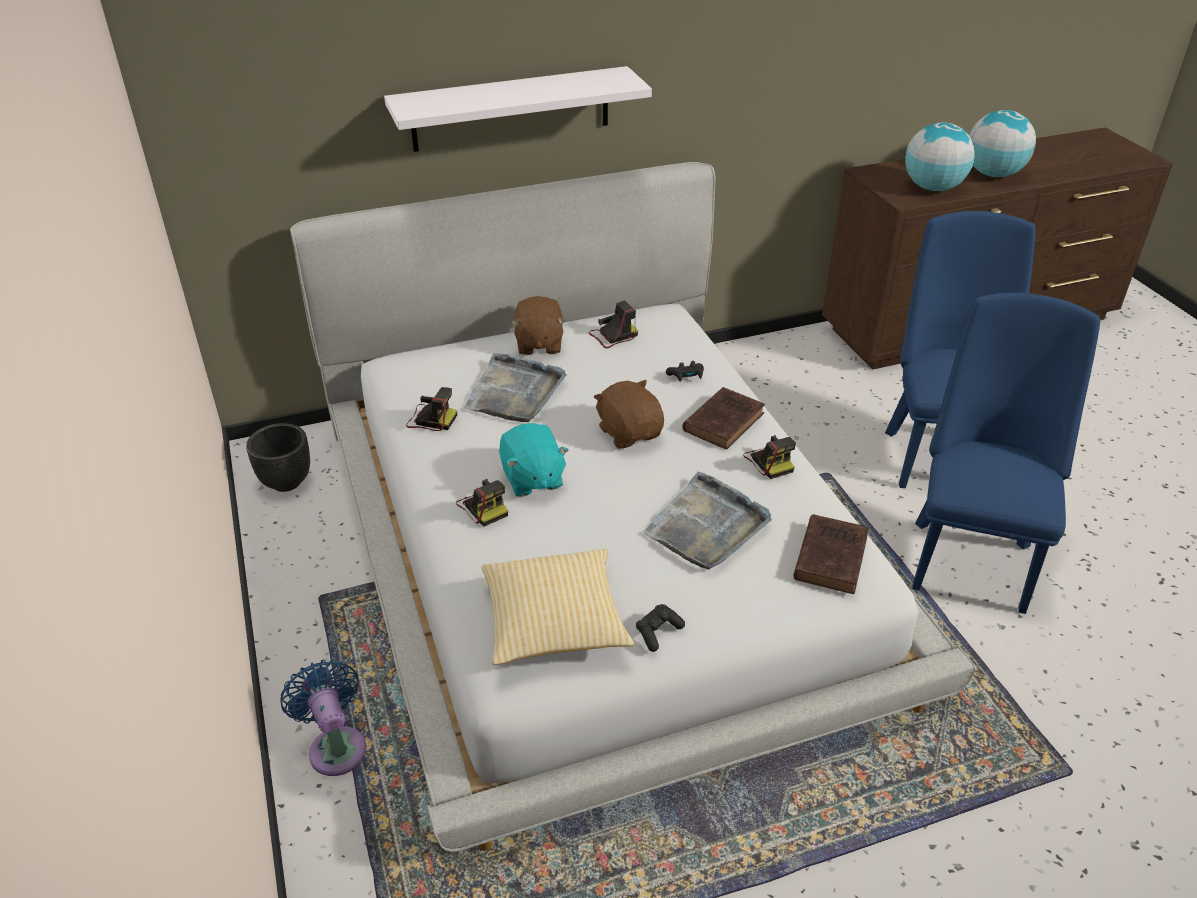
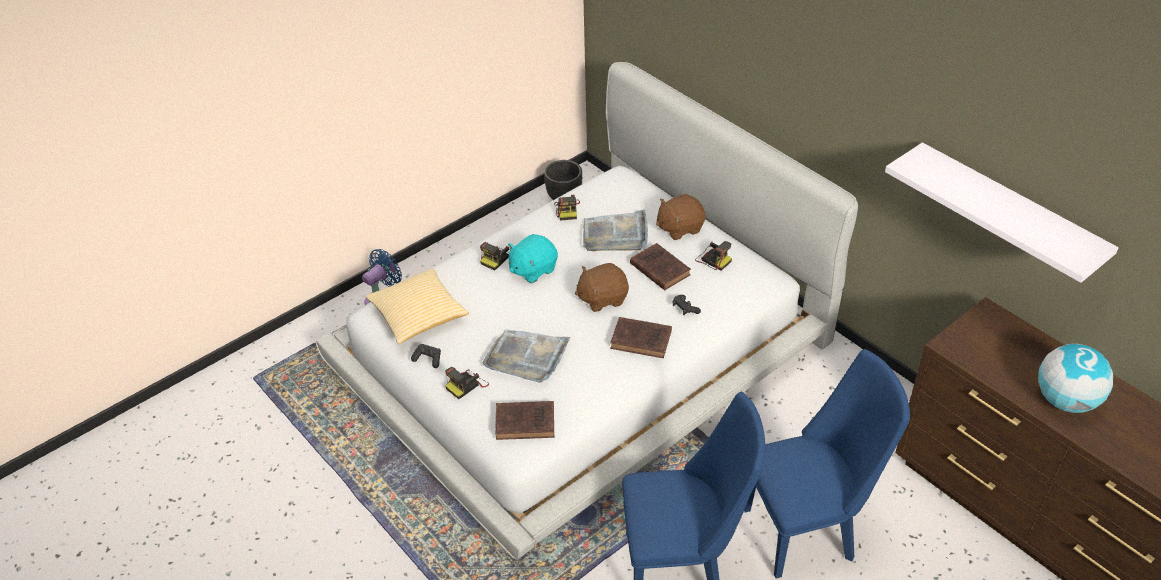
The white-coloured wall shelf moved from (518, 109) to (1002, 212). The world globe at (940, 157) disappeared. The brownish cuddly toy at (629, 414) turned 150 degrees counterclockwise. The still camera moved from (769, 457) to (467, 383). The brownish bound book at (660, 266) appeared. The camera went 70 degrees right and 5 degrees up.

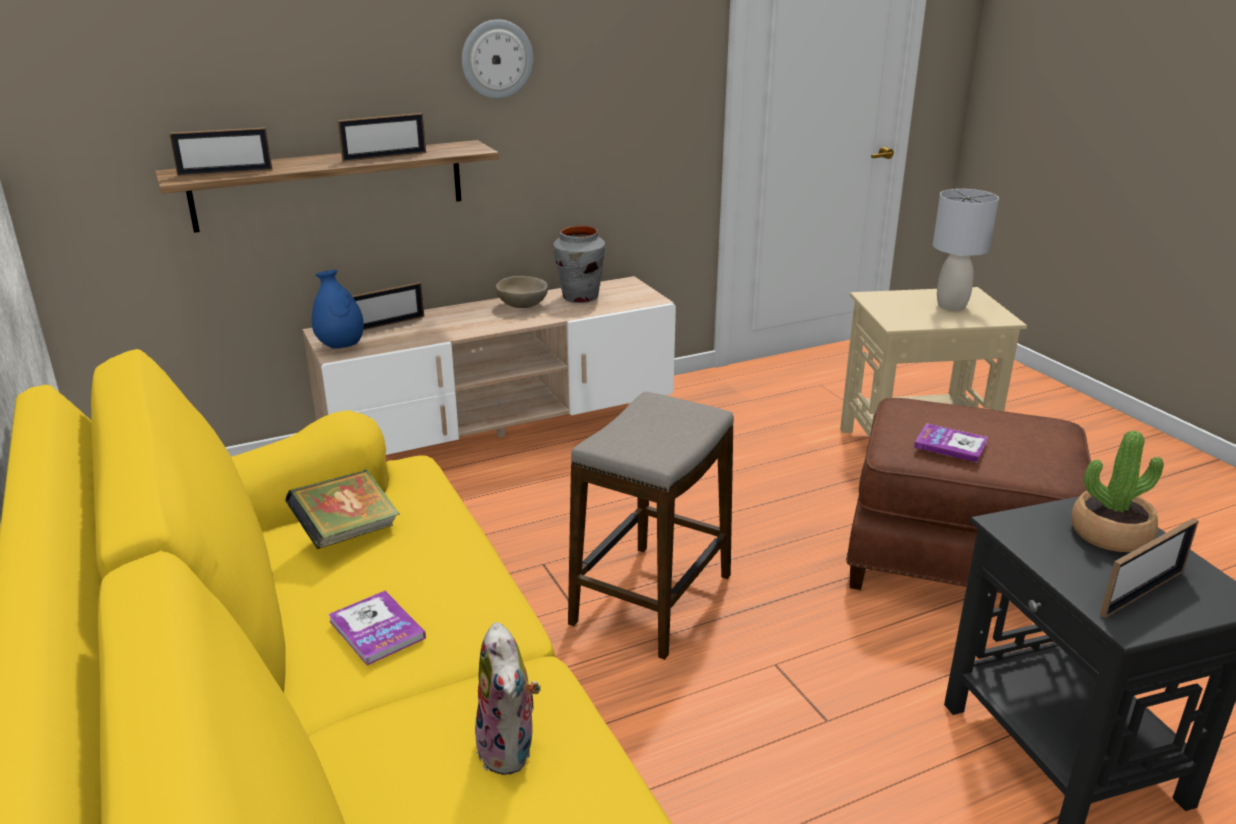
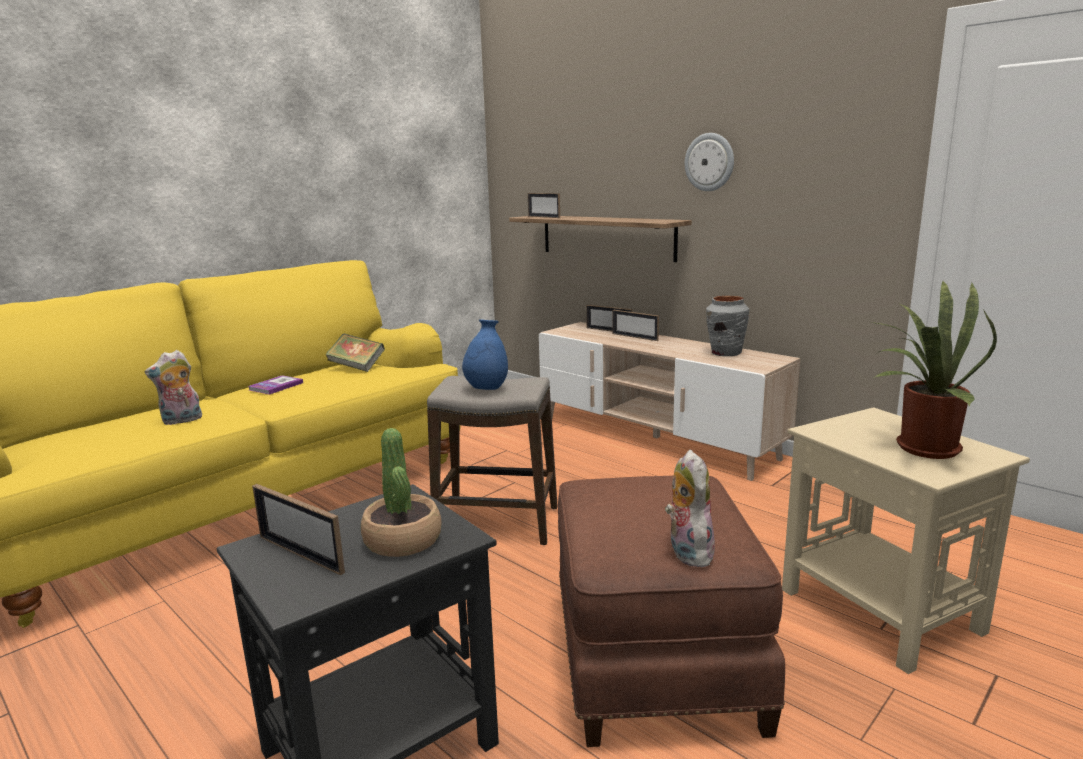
The photo frame moved from (381, 137) to (635, 325). The greyish lamp for a table at (966, 250) was replaced by the potted plant at (934, 369). The blue flower vase moved from (338, 309) to (485, 355). The sand-coloured deep dish at (522, 292) disappeared. The bound book at (951, 443) disappeared. The cuddly toy at (691, 508) appeared. The camera went 70 degrees right and 10 degrees down.

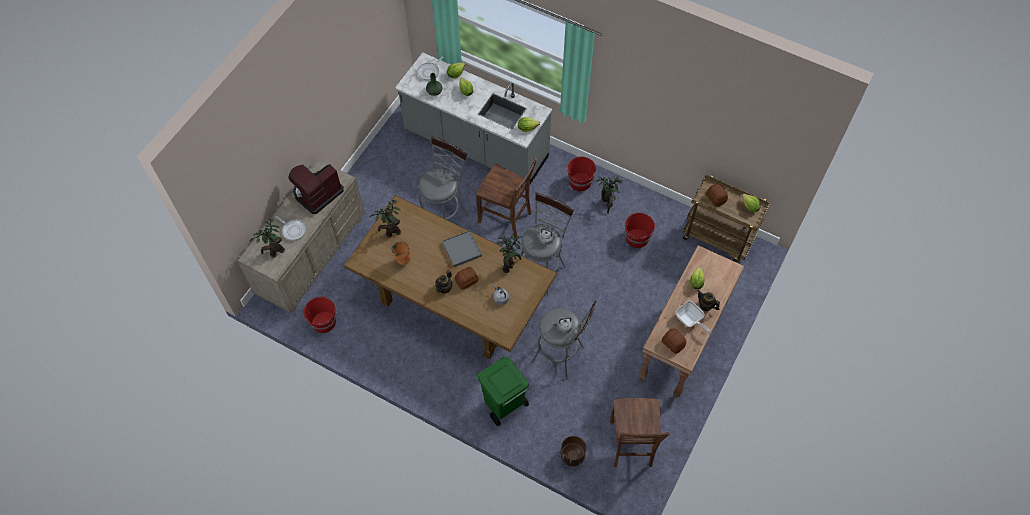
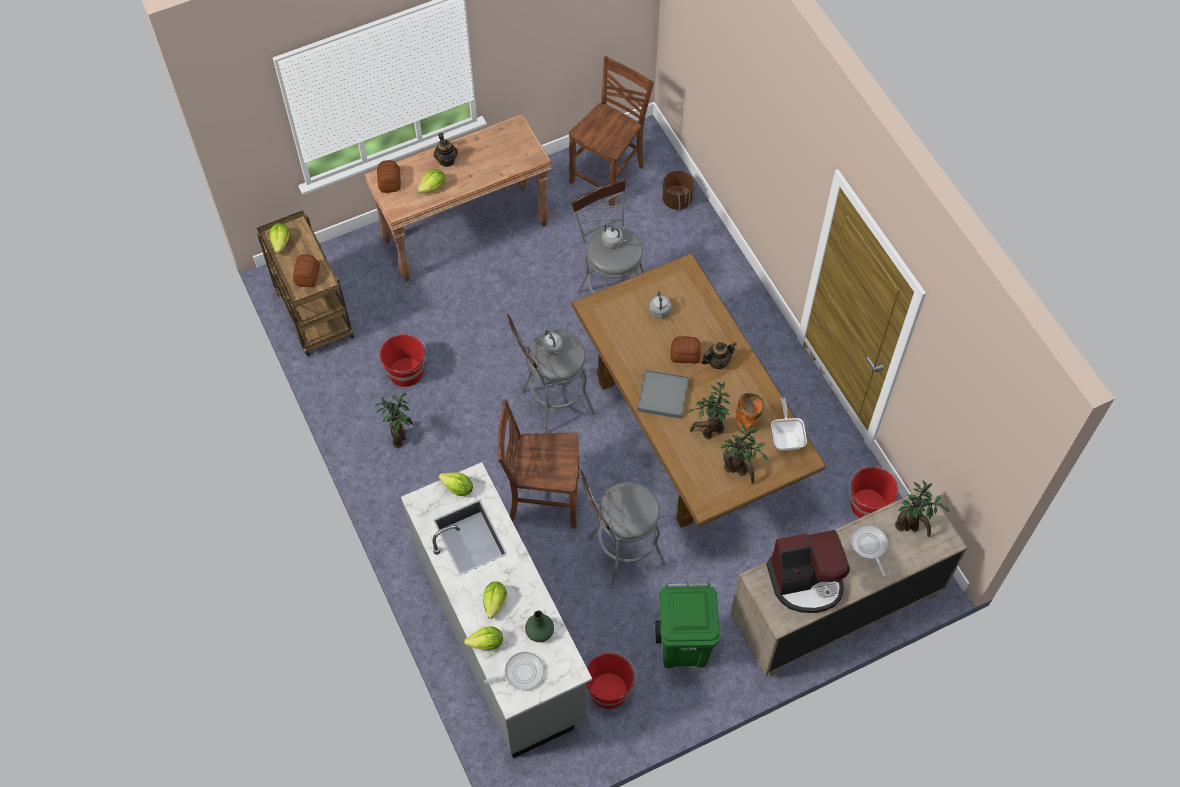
The red-coloured water bucket moved from (581, 173) to (611, 680). The brownish upright chair at (506, 198) turned 60 degrees counterclockwise. The potted plant moved from (509, 253) to (708, 410). The frying pan moved from (693, 318) to (789, 424). The bakery bread moved from (674, 341) to (389, 176). The green waste bin moved from (503, 391) to (687, 625). The camera went 145 degrees left and 0 degrees up.

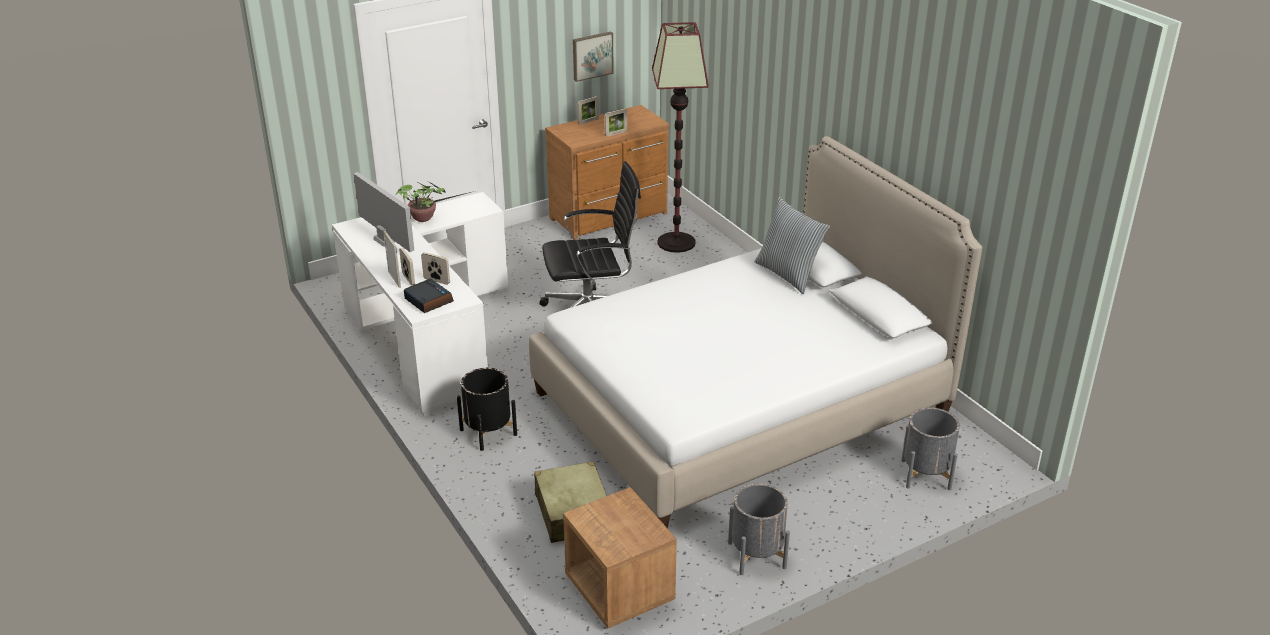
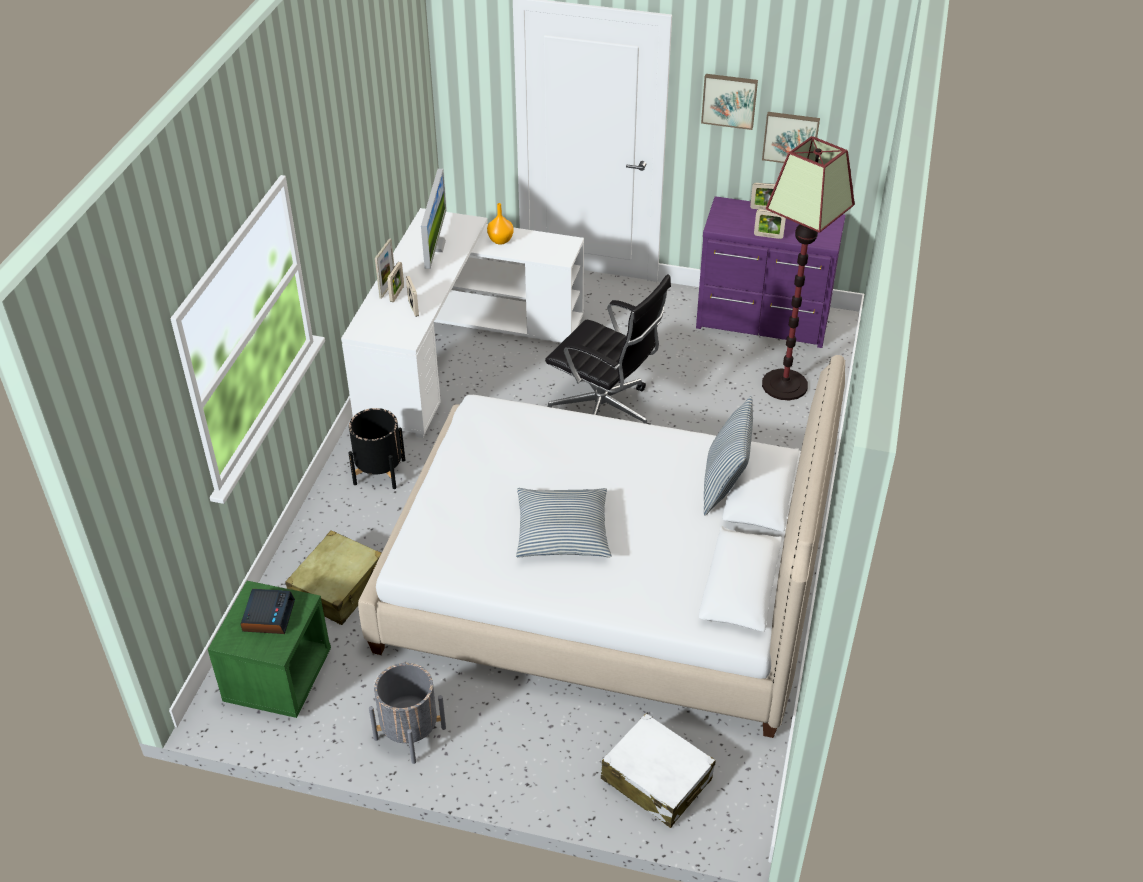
The brownish drawer chest at (607, 172) became the purplish drawer chest at (771, 272). The potted plant at (433, 201) was replaced by the orangey flower vase at (500, 224). The alarm clock moved from (429, 295) to (267, 611). The greyish flower pot at (930, 449) was replaced by the white-coloured suitcase at (658, 770). The brownish night table at (620, 557) became the green night table at (269, 649). The wall picture at (729, 102) appeared. The cushion at (564, 523) appeared. The camera went 45 degrees right and 10 degrees up.

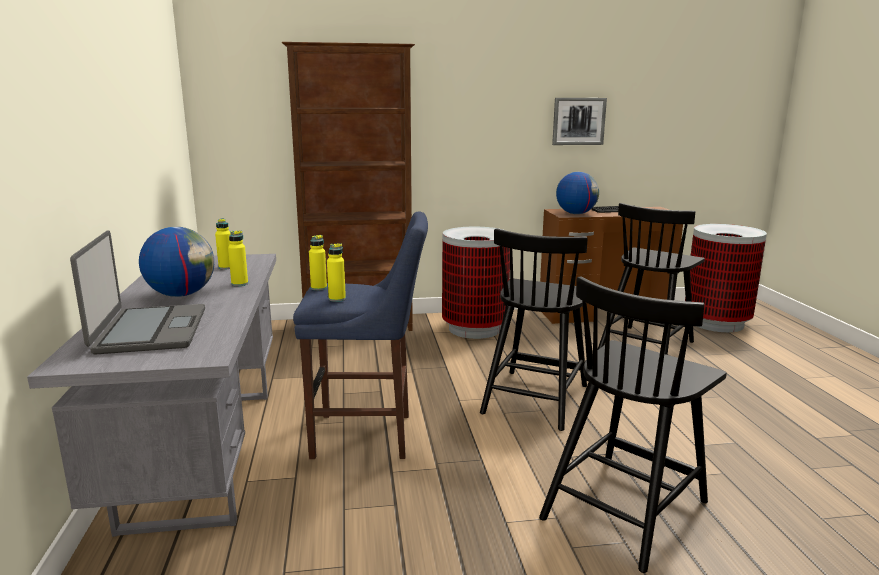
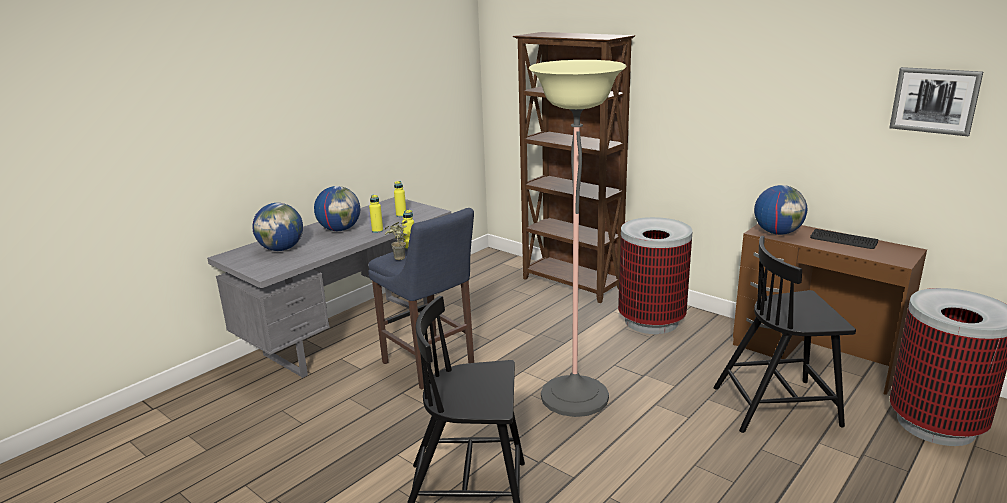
The wall picture moved from (579, 121) to (936, 101). The blackish upright chair at (534, 329) was replaced by the standard lamp at (577, 238). The portable computer at (137, 292) was replaced by the world globe at (277, 227). The yellow bottle at (336, 272) was replaced by the potted plant at (396, 240). The camera went 50 degrees right and 5 degrees up.

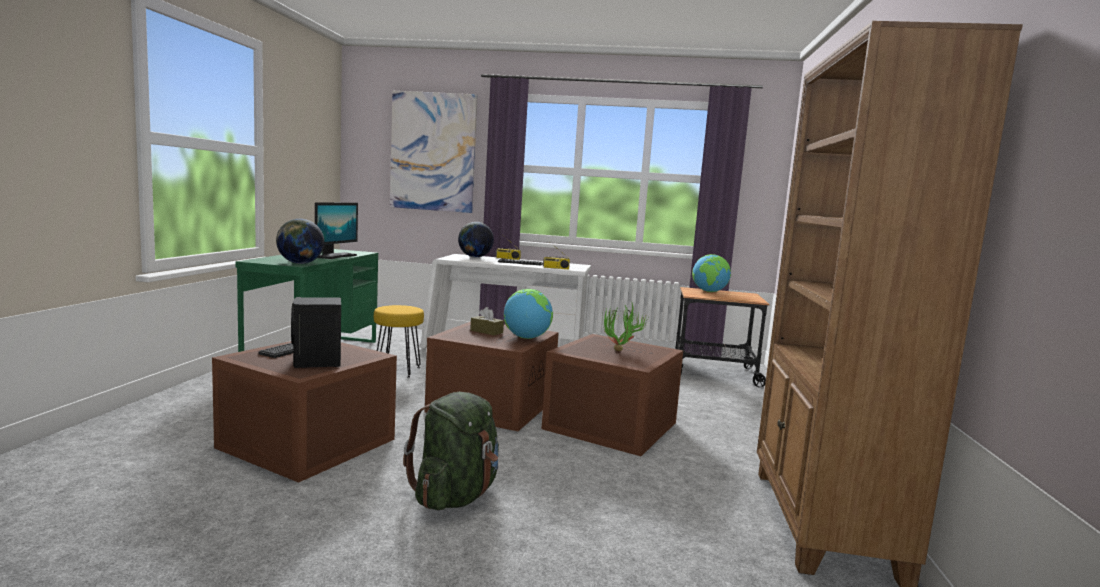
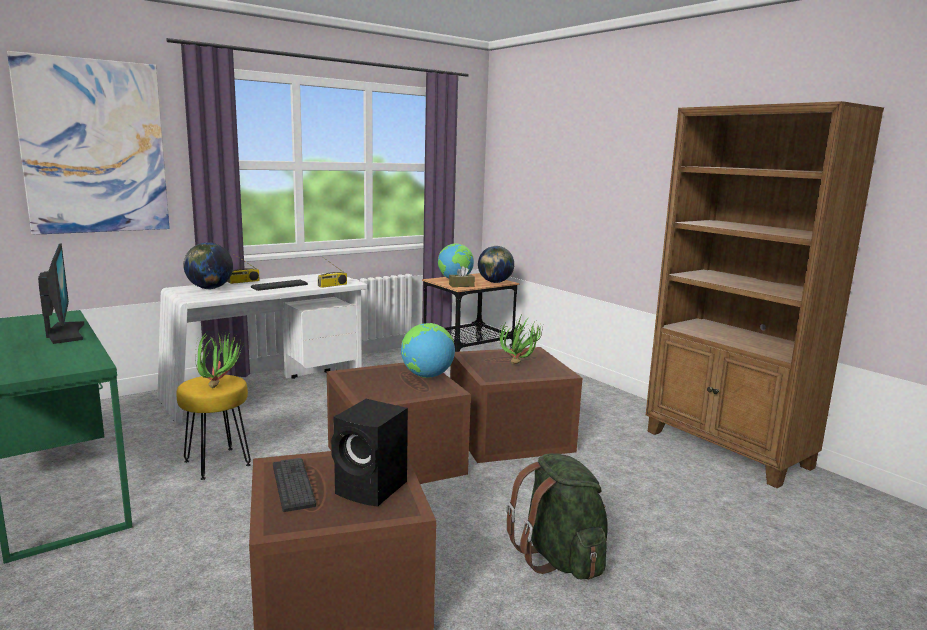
The world globe moved from (300, 241) to (496, 264). The brownish box of tissues moved from (487, 321) to (462, 276). The potted plant at (219, 359) appeared. The camera went 45 degrees left and 5 degrees up.

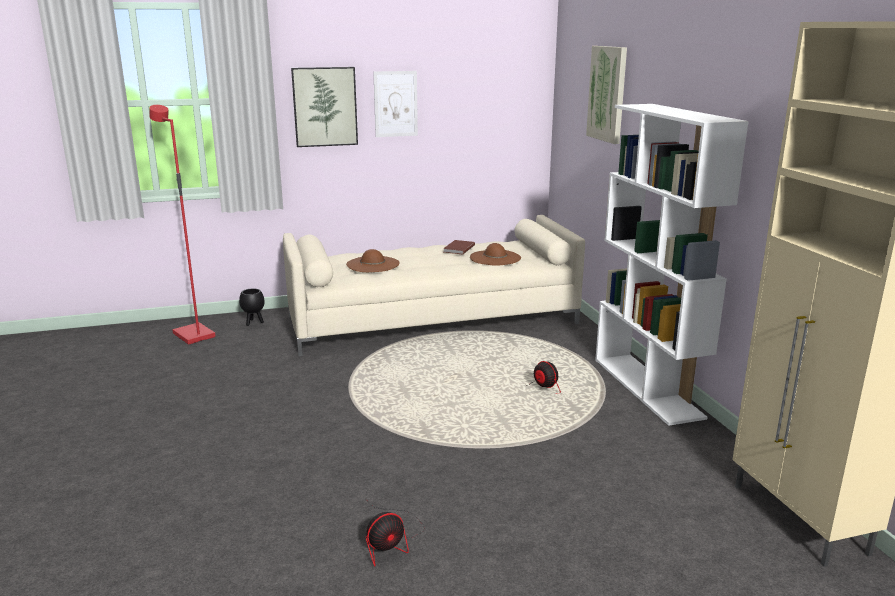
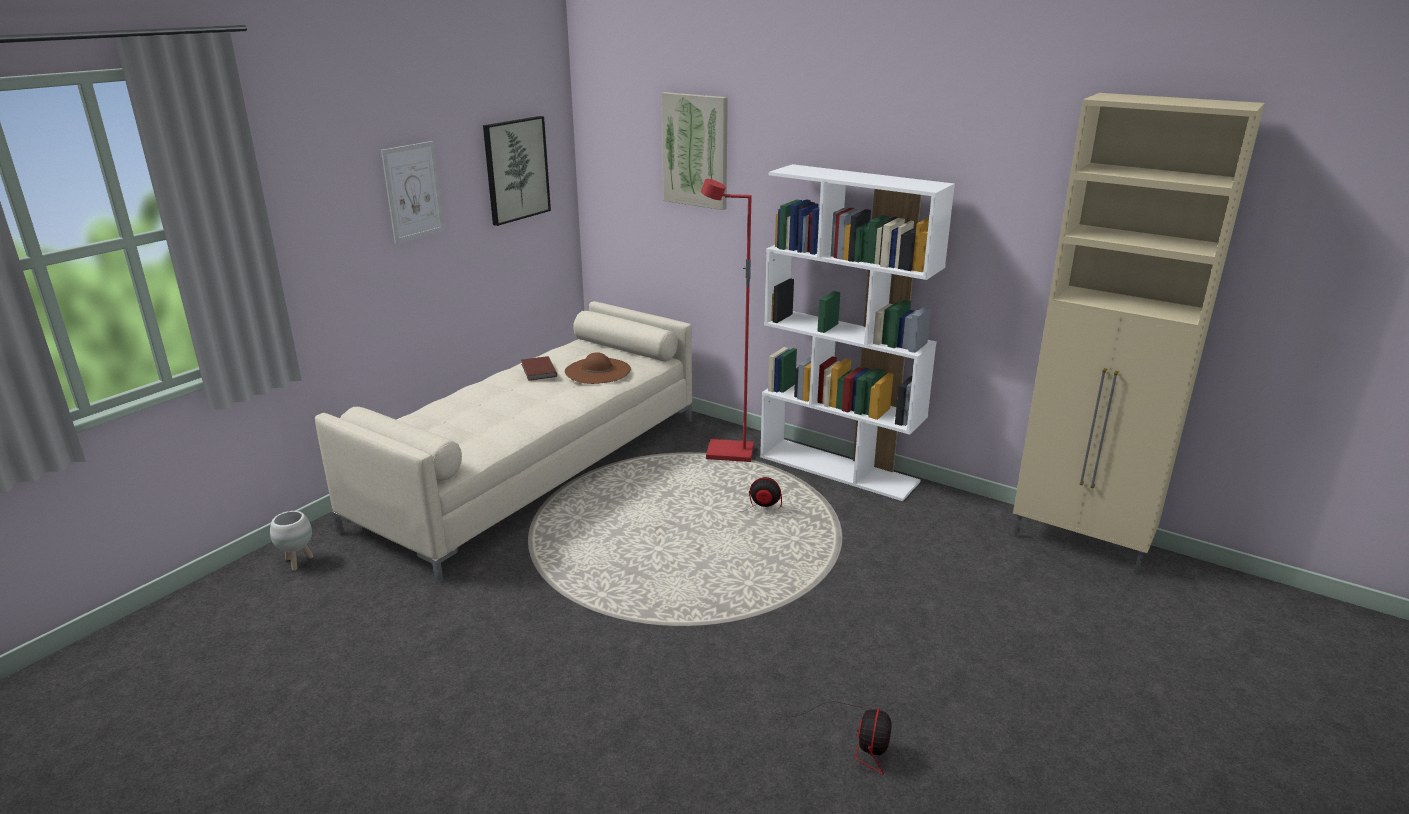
The wall picture moved from (324, 107) to (517, 171). The red-coloured standard lamp moved from (182, 225) to (727, 320). The brownish hat at (373, 260) disappeared. The blackish flower pot at (252, 307) became the white-coloured flower pot at (291, 541). The camera went 40 degrees left and 5 degrees up.

